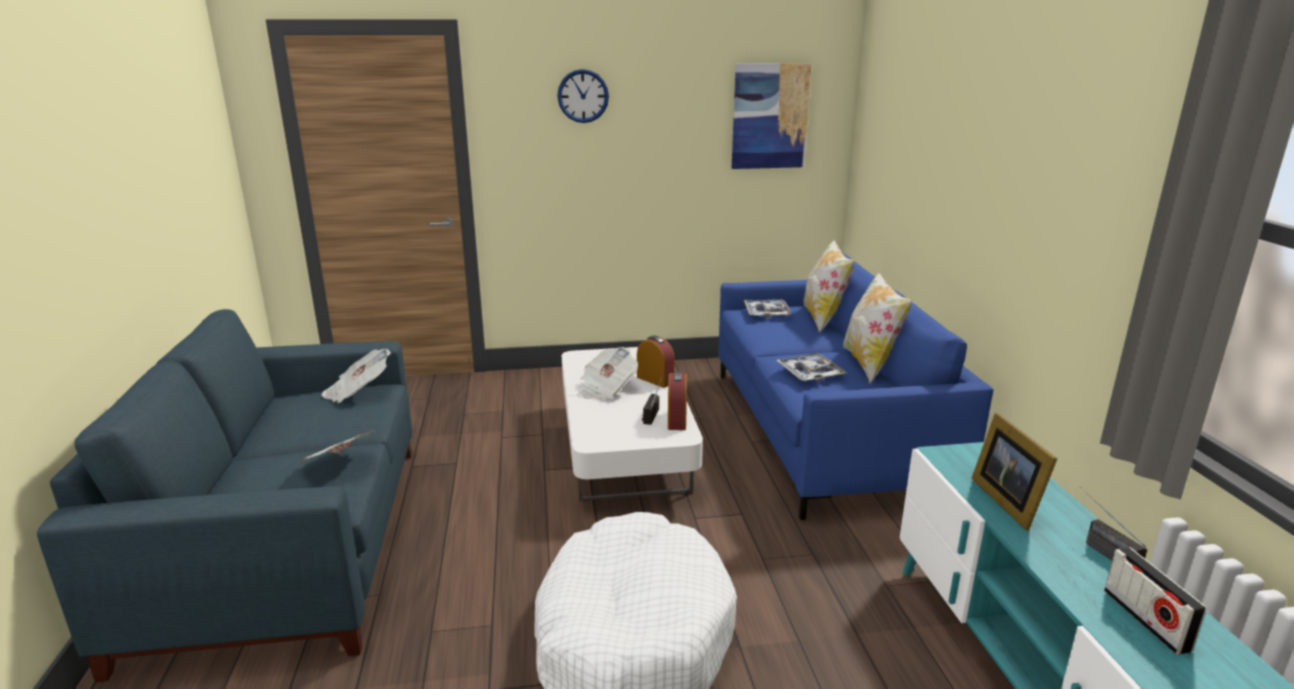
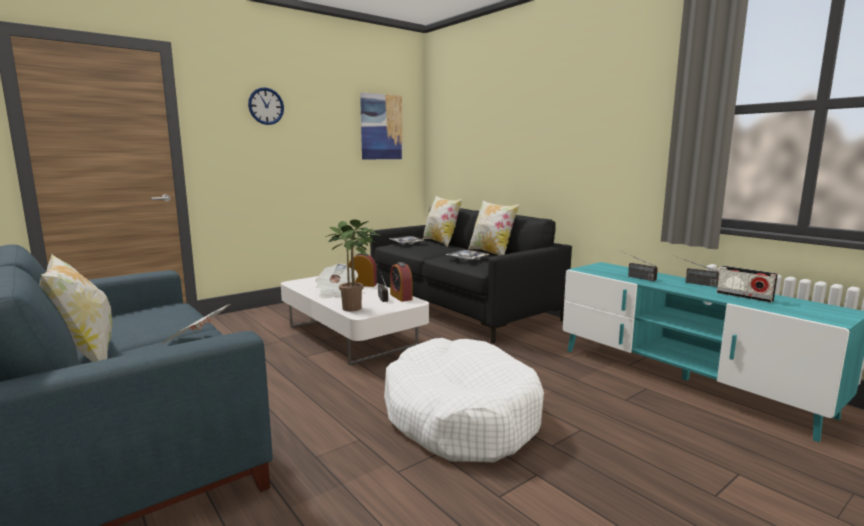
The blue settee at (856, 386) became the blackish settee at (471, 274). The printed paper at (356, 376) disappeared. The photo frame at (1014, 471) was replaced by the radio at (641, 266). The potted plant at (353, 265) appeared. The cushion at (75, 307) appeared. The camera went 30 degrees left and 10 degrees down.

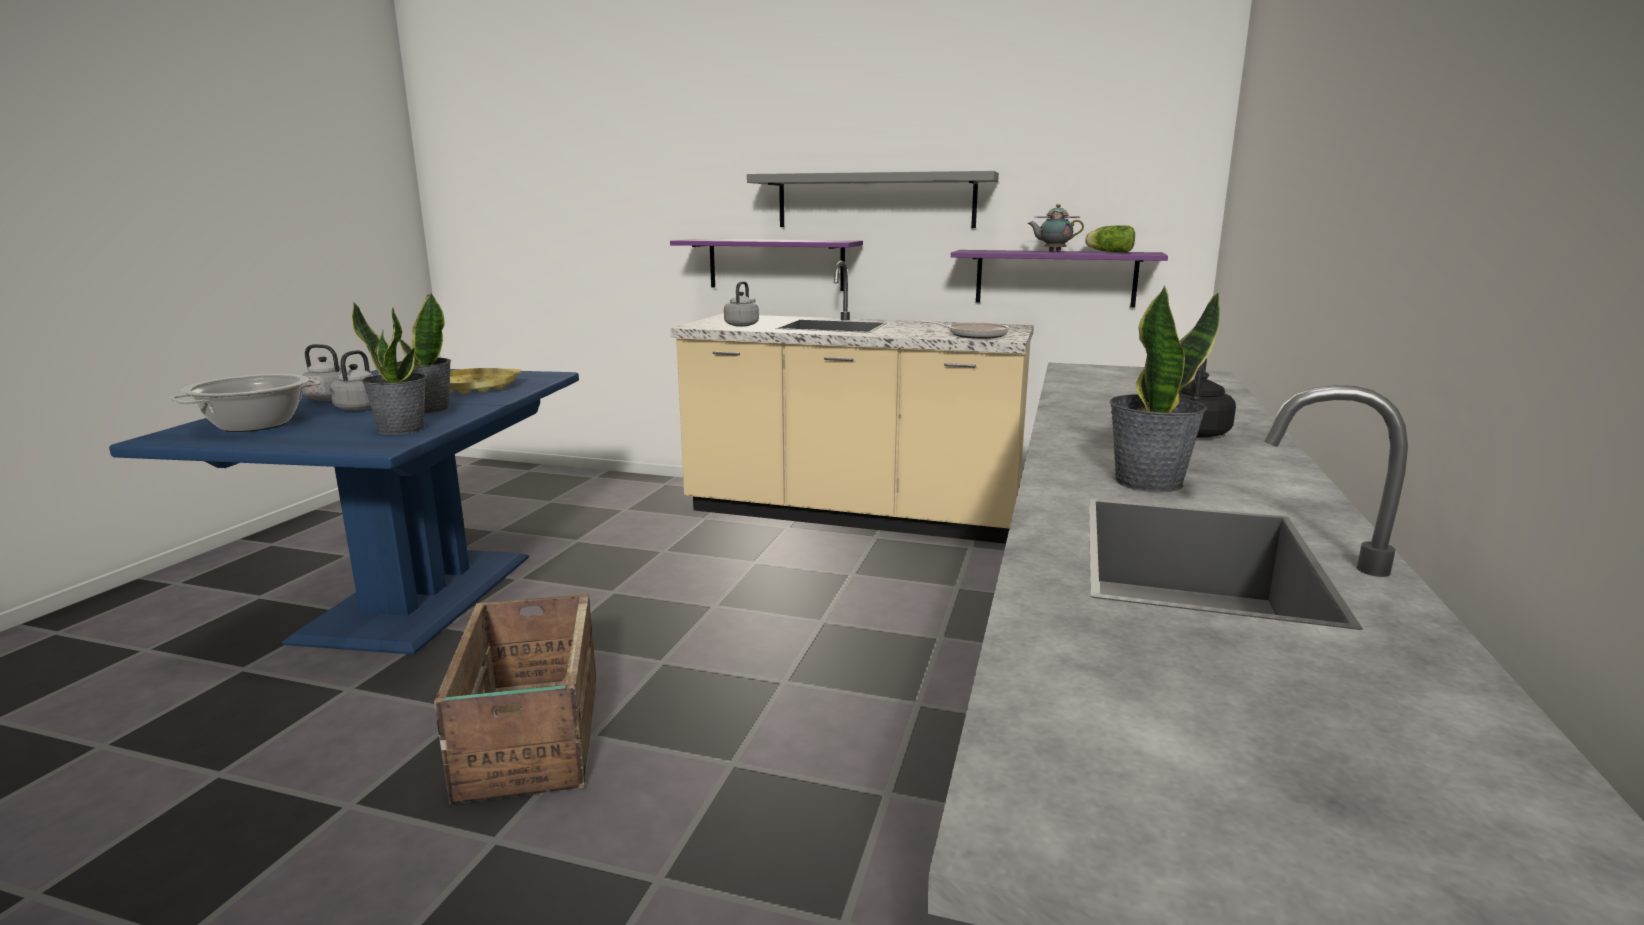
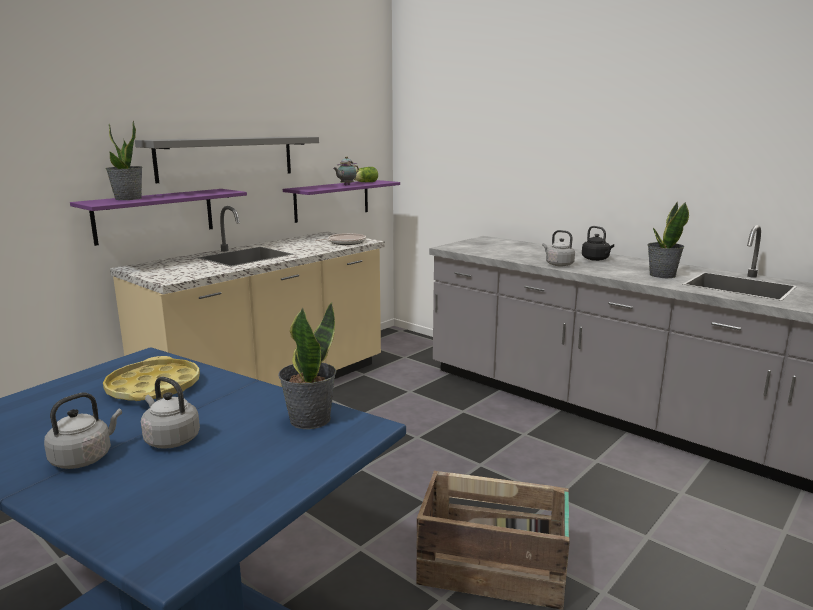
The greyish water kettle moved from (741, 304) to (558, 248). The potted plant moved from (424, 353) to (124, 160). The saucepot at (245, 403) disappeared. The camera went 65 degrees left and 0 degrees up.

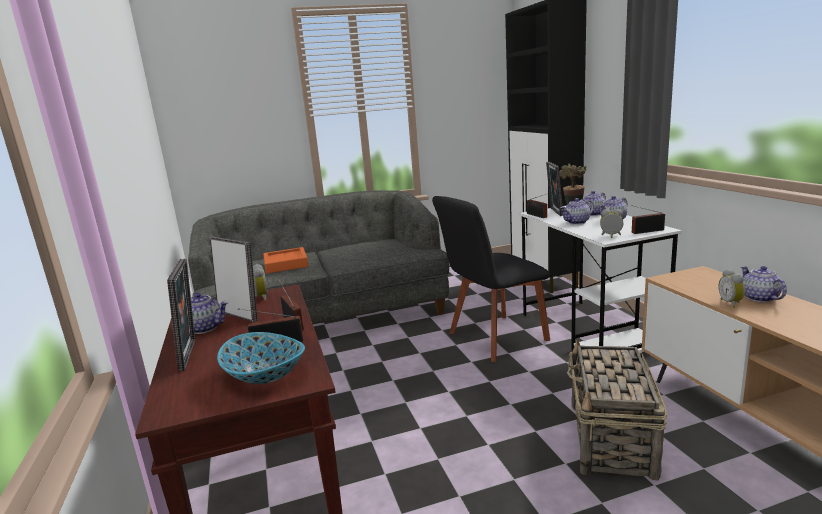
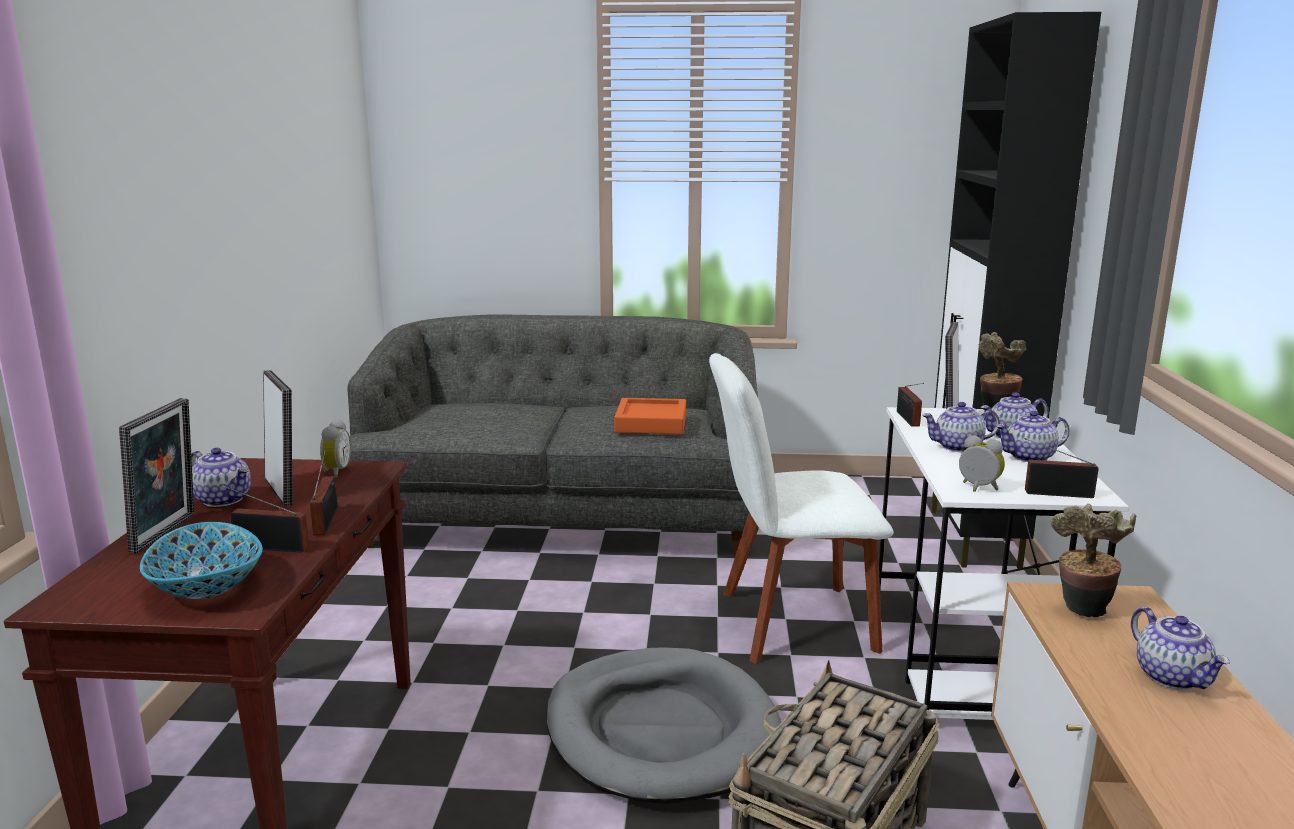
The blackish upright chair at (491, 279) became the white-coloured upright chair at (801, 508). The orangey carrying tray moved from (286, 260) to (650, 416). The pot for tea at (764, 284) turned 150 degrees clockwise. The alarm clock at (732, 288) disappeared. The potted plant at (1093, 560) appeared. The greyish dog bed at (664, 725) appeared. The camera went 20 degrees right and 0 degrees up.

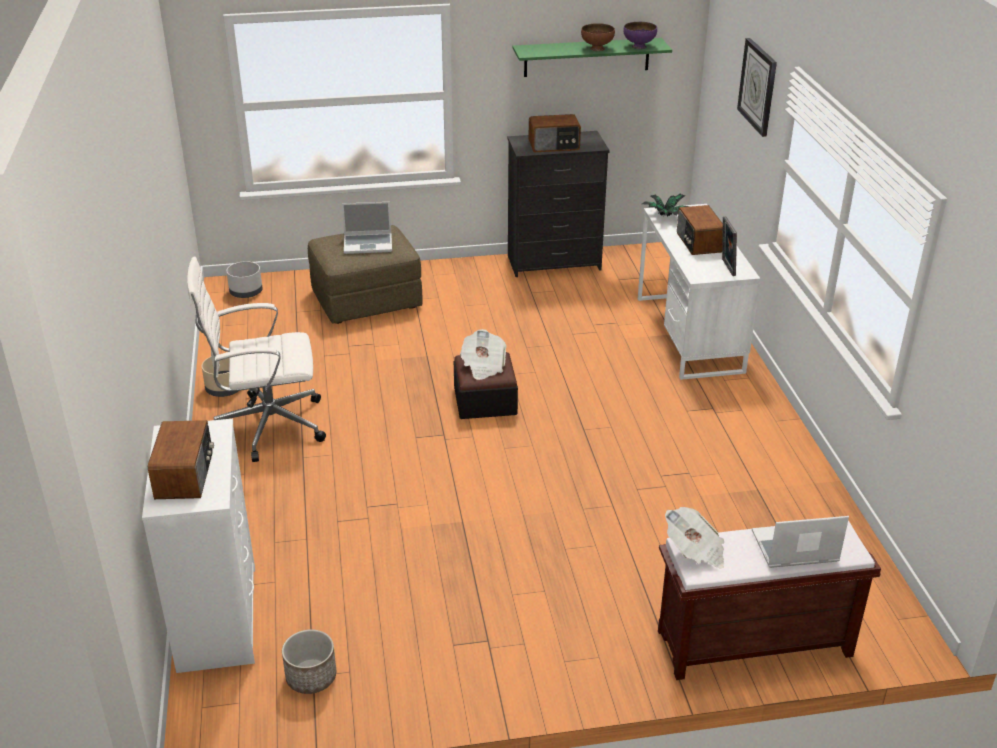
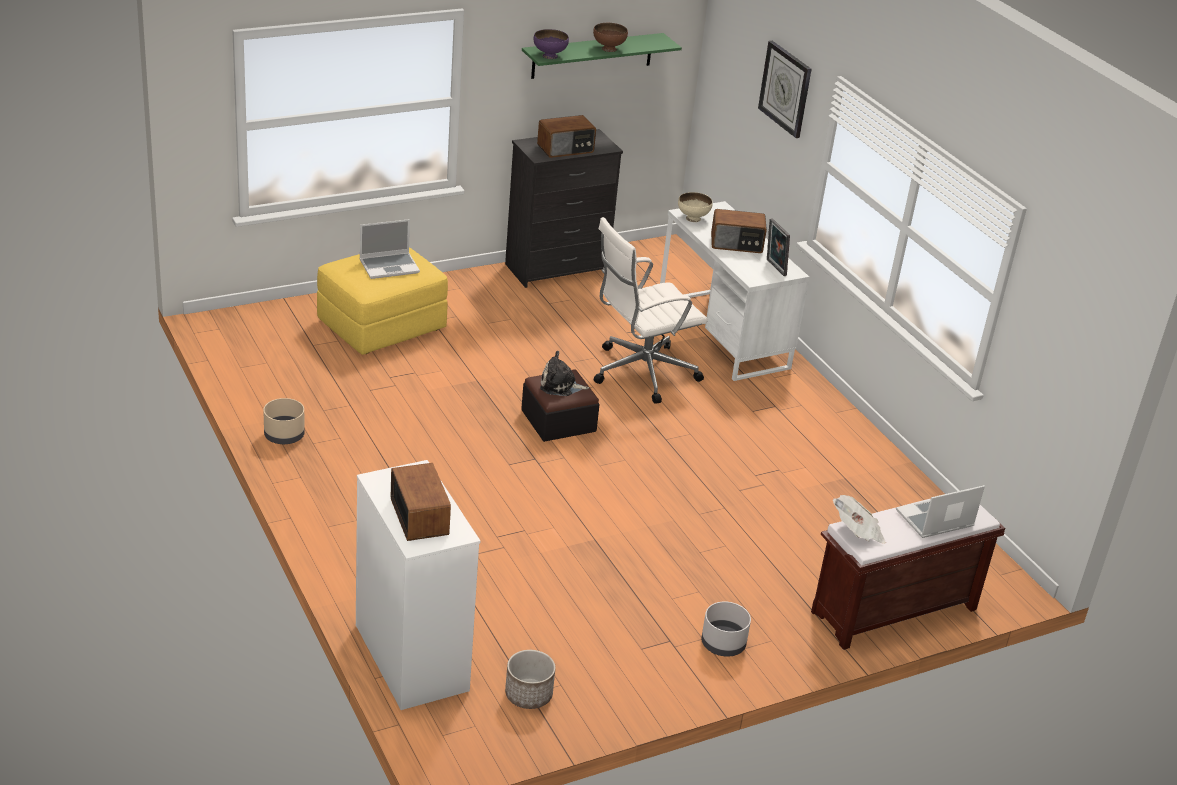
The purplish deep dish moved from (640, 35) to (551, 44). The potted plant at (665, 205) was replaced by the sand-coloured deep dish at (695, 207). The radio at (700, 230) turned 60 degrees counterclockwise. The brownish ottoman at (365, 274) became the yellow ottoman at (382, 301). The white-coloured computer chair moved from (256, 359) to (651, 310). The greyish flower pot moved from (244, 279) to (726, 629). The printed paper at (483, 354) was replaced by the cuddly toy at (564, 373). The camera went 20 degrees left and 0 degrees up.

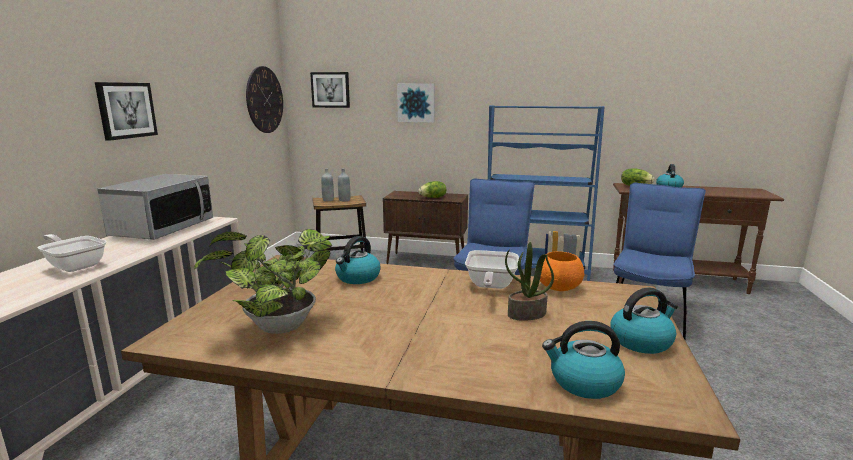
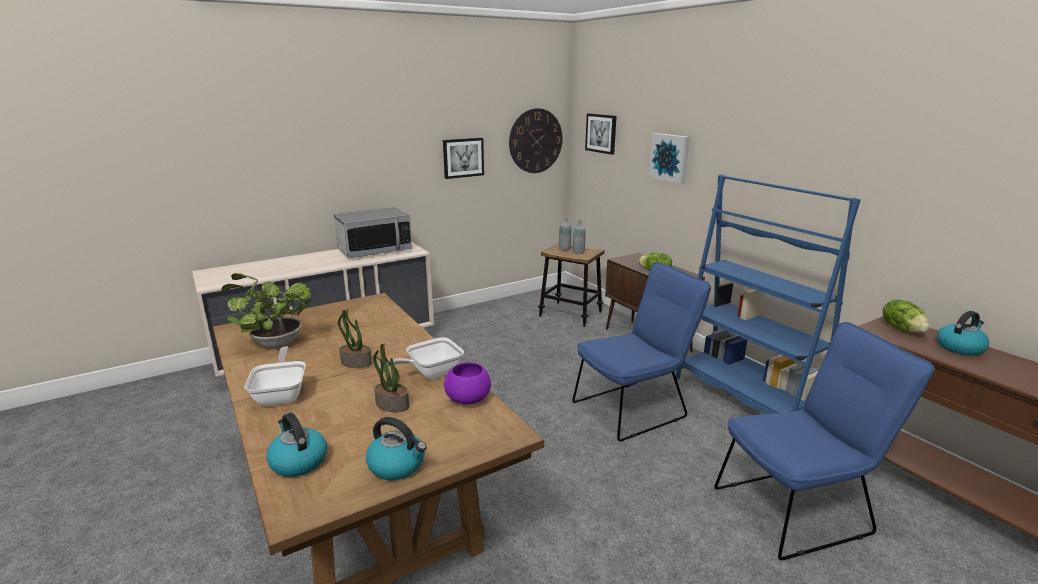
The wall picture moved from (126, 111) to (463, 158). The frying pan moved from (72, 253) to (275, 376). The water kettle at (357, 260) disappeared. The orangey deep dish at (562, 271) became the purplish deep dish at (467, 383). The potted plant at (355, 338) appeared. The camera went 45 degrees right and 5 degrees up.

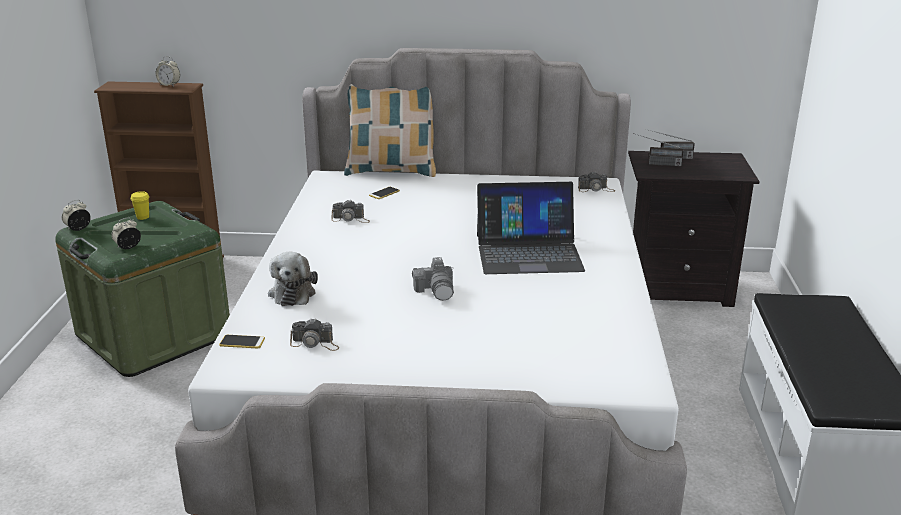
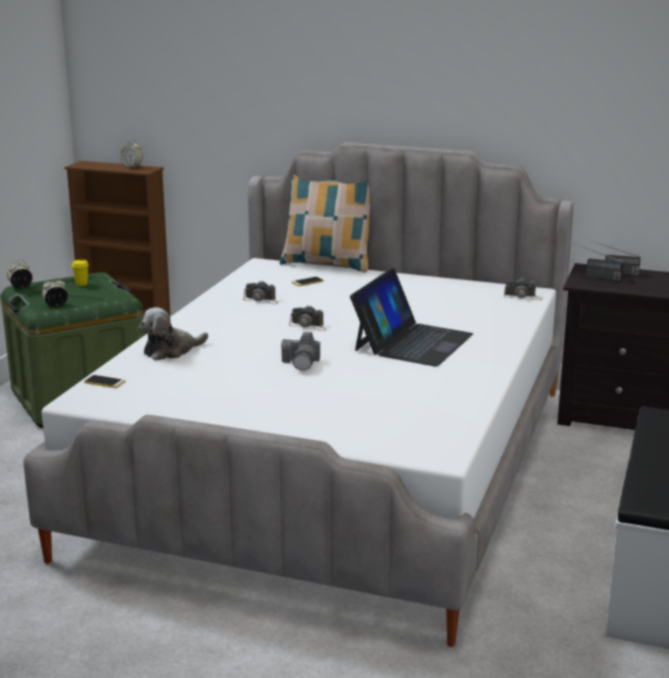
The portable computer at (531, 228) turned 75 degrees counterclockwise. The cuddly toy at (293, 279) turned 45 degrees clockwise. The still camera moved from (314, 334) to (307, 318). The camera went 15 degrees right and 5 degrees down.

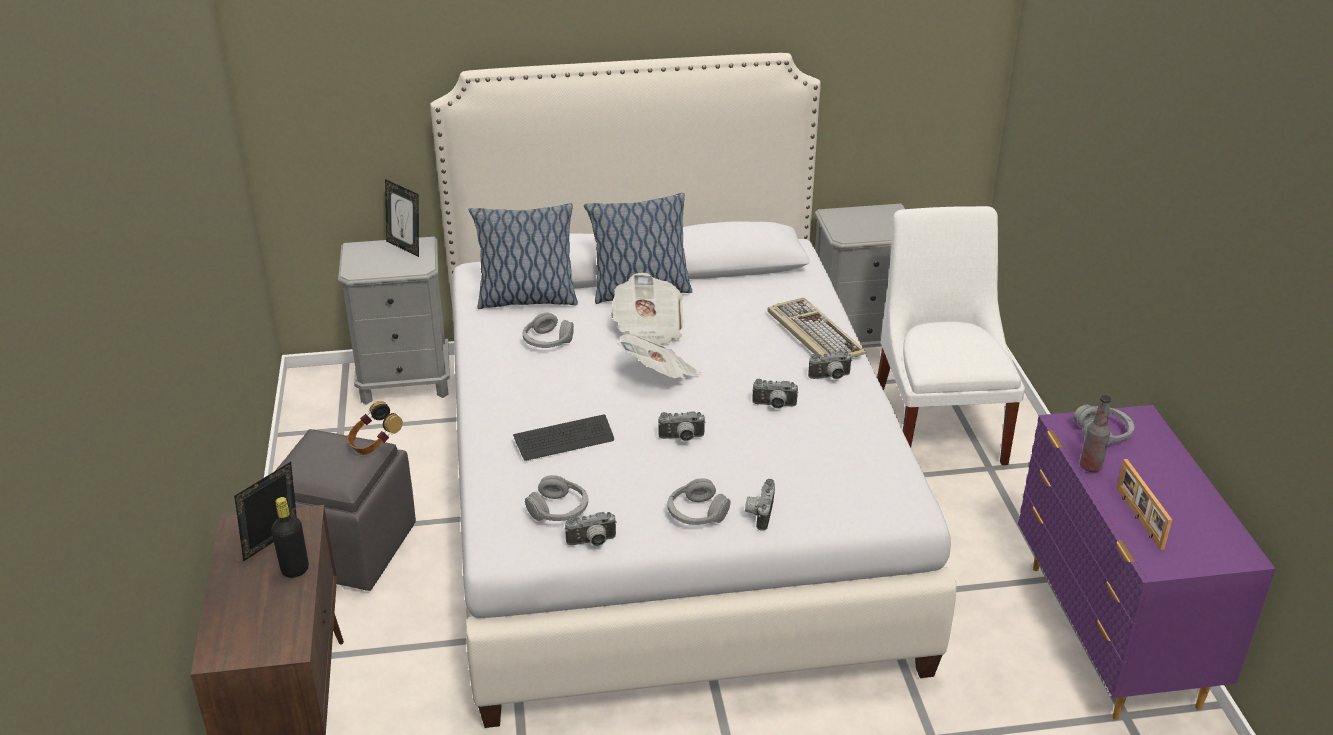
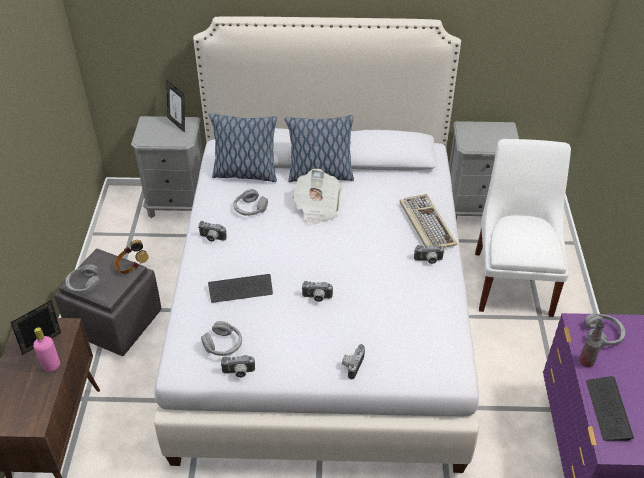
The printed paper at (659, 356) disappeared. The still camera moved from (775, 394) to (212, 231). The photo frame at (1144, 504) was replaced by the keyboard at (610, 408). The greyish headphones moved from (699, 501) to (83, 279). The blackish bottle at (290, 537) became the pink bottle at (46, 349). The camera went 10 degrees right and 10 degrees up.

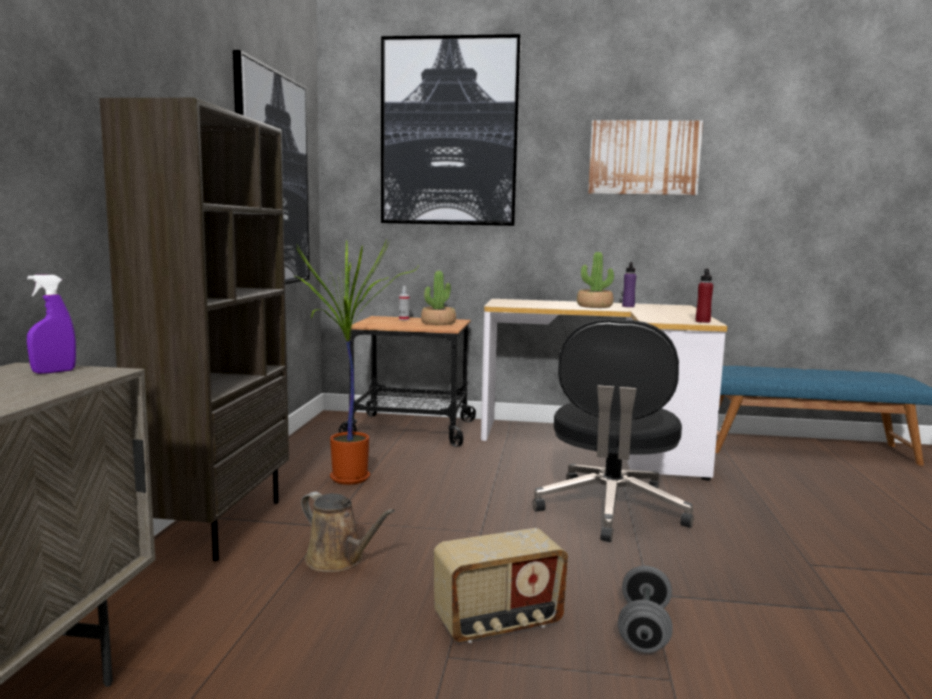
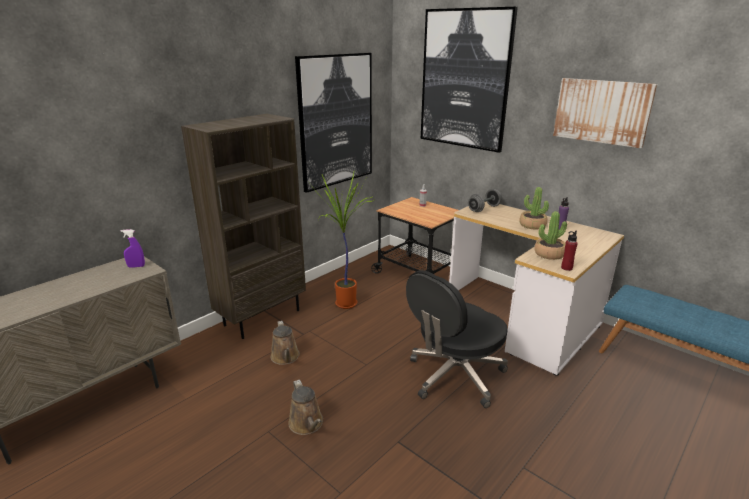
The potted plant moved from (438, 298) to (550, 235). The radio at (501, 585) was replaced by the brownish watering can at (305, 407). The greyish free weight moved from (645, 609) to (485, 200). The camera went 35 degrees right and 15 degrees up.

